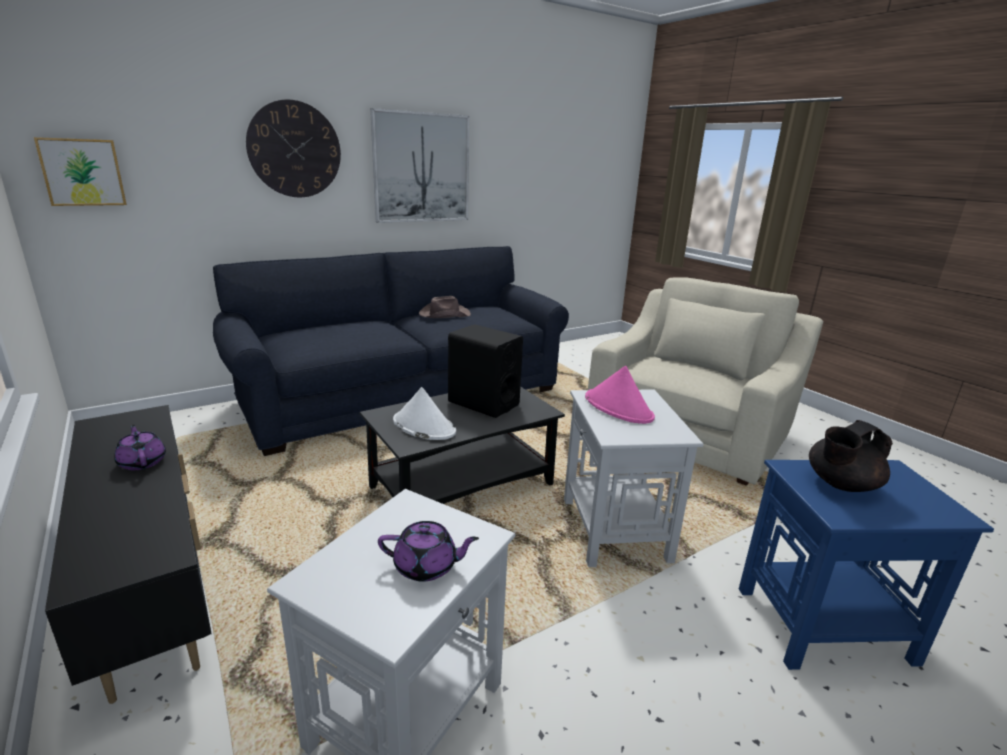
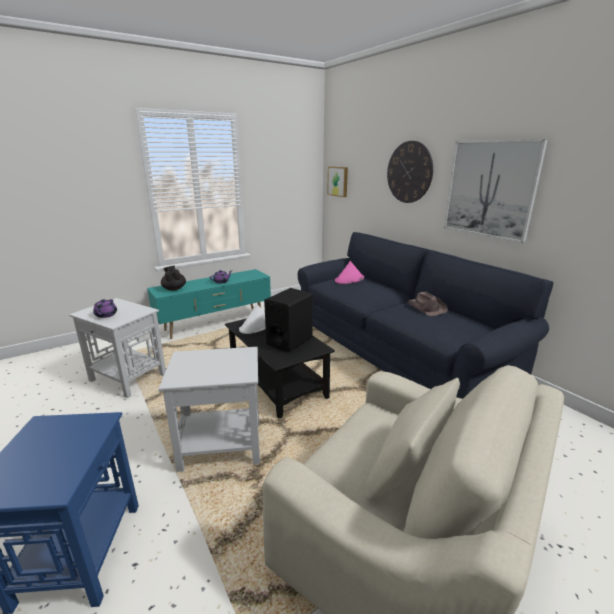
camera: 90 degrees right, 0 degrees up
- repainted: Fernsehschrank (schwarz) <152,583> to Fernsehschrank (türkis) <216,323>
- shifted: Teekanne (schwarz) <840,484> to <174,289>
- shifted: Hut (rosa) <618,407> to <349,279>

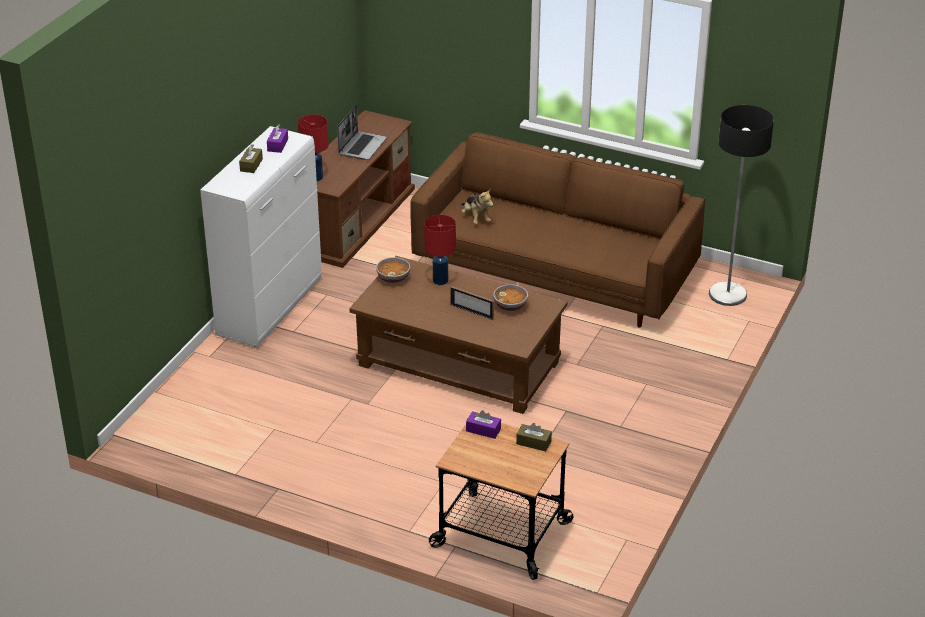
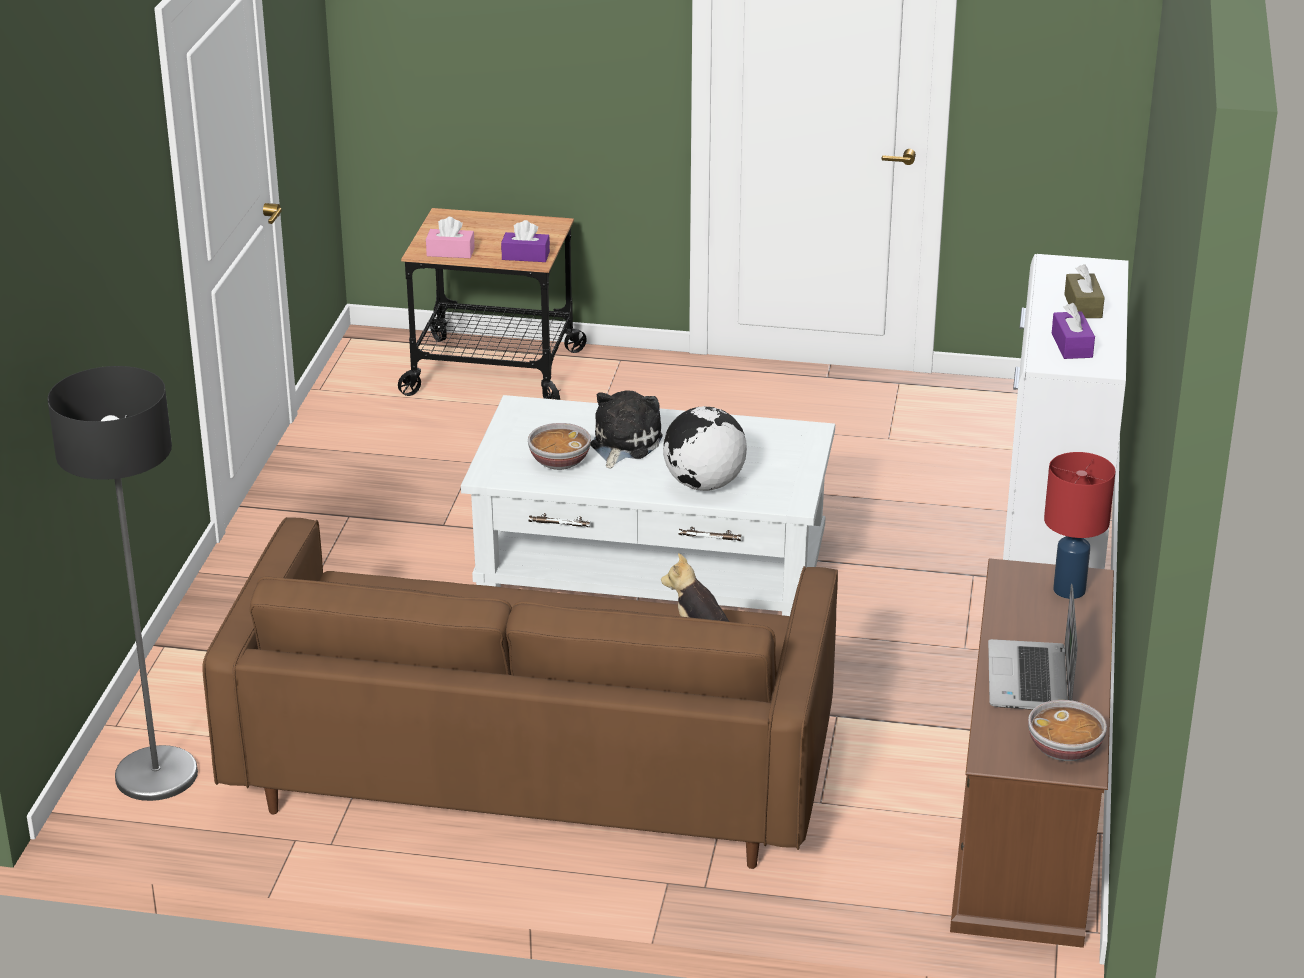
camera: 165 degrees right, 5 degrees down
- repainted: Taschentuchbox (braun) <533,443> to Taschentuchbox (rosa) <450,252>
- repainted: Couchtisch (braun) <459,364> to Couchtisch (weiß) <650,566>
- swapped: Bilderrahmen <471,312> to Plüschtier <623,444>
- swapped: Tischlampe (rot) <441,280> to Globus <703,485>
- shifted: Schüssel <393,278> to <1065,750>

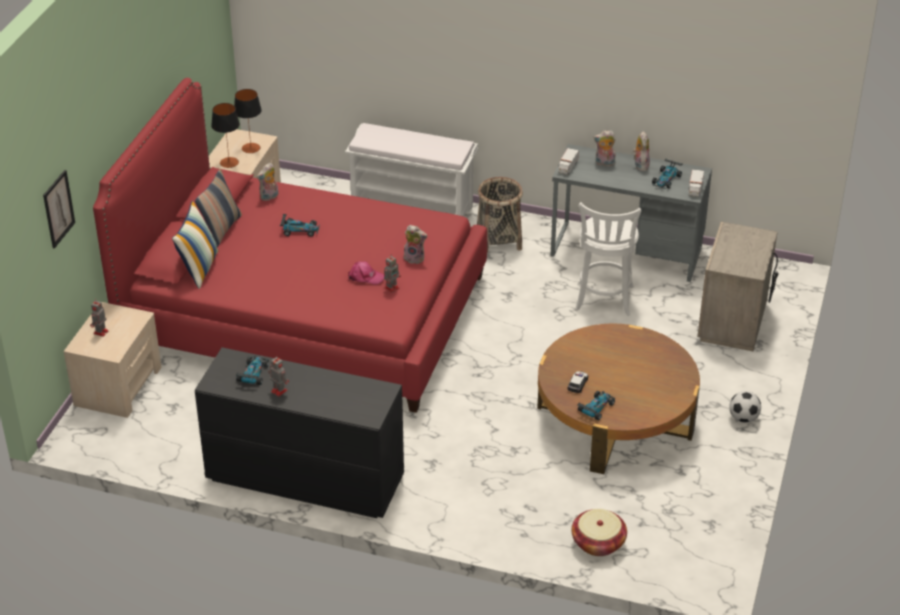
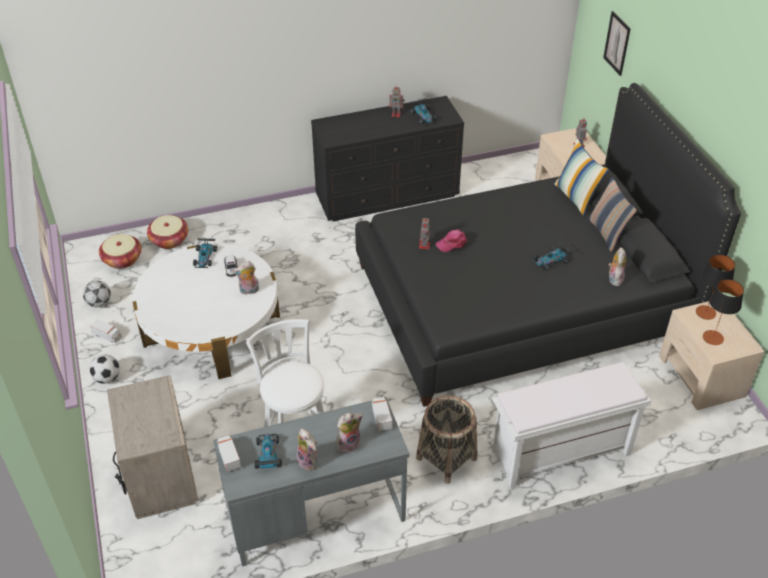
camera: 145 degrees right, 5 degrees up
- new: Fußball <99,303>
- new: Spielzeuglaster <107,335>
- new: Korb <122,259>
- repainted: Couchtisch (braun) <615,420> to Couchtisch (weiß) <211,328>
- shifted: Plüschtier <415,258> to <249,291>
- repainted: Bett (rot) <304,312> to Bett (schwarz) <522,299>

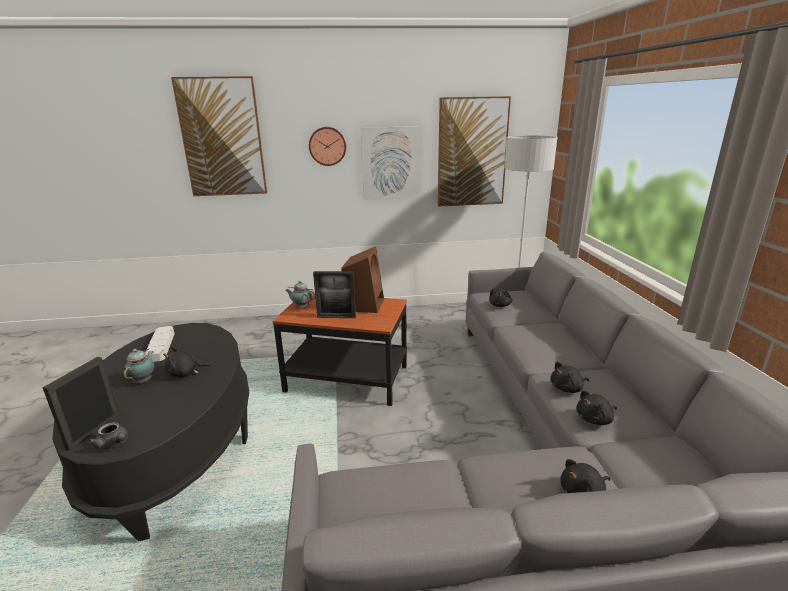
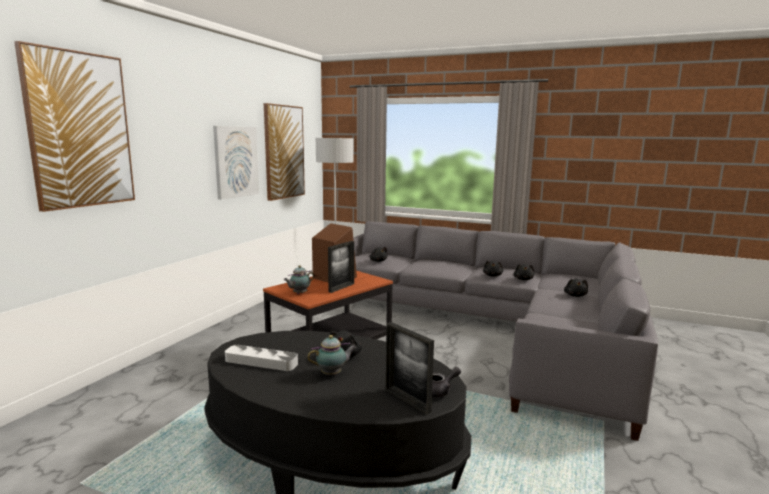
camera: 60 degrees left, 10 degrees down
- rotated: Teekanne <144,380> = <332,374> 120 degrees clockwise
- gone: Wanduhr <327,146>

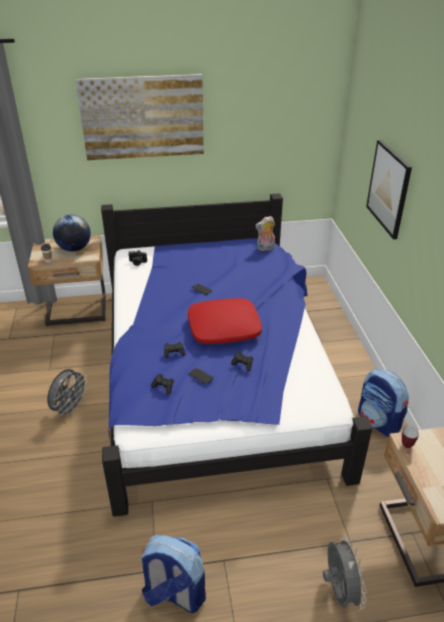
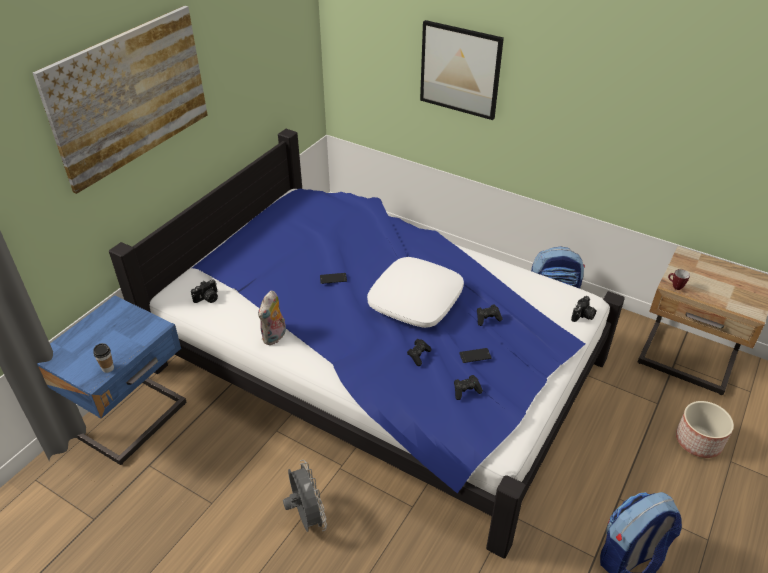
camera: 50 degrees left, 5 degrees up
- repainted: Nachttisch (beige) <77,312> to Nachttisch (blau) <133,419>
- shifted: Plüschtier <265,248> to <275,337>
- repainted: Kissen (rot) <224,328> to Kissen (weiß) <415,300>
- new: Kamera <583,316>
- swapped: Ventilator (grau) <338,590> to Pflanzkübel <697,441>
- gone: Globus <74,249>

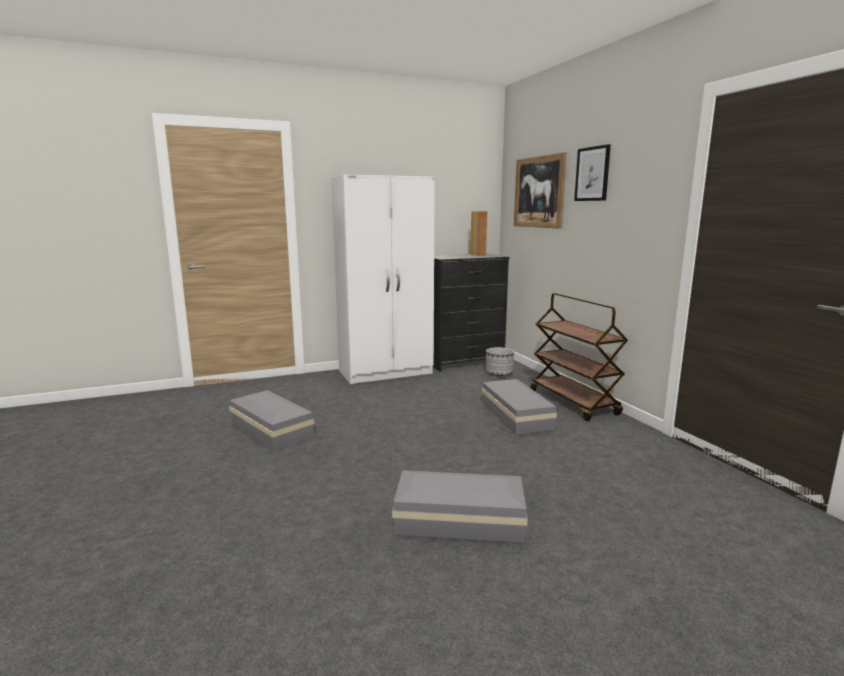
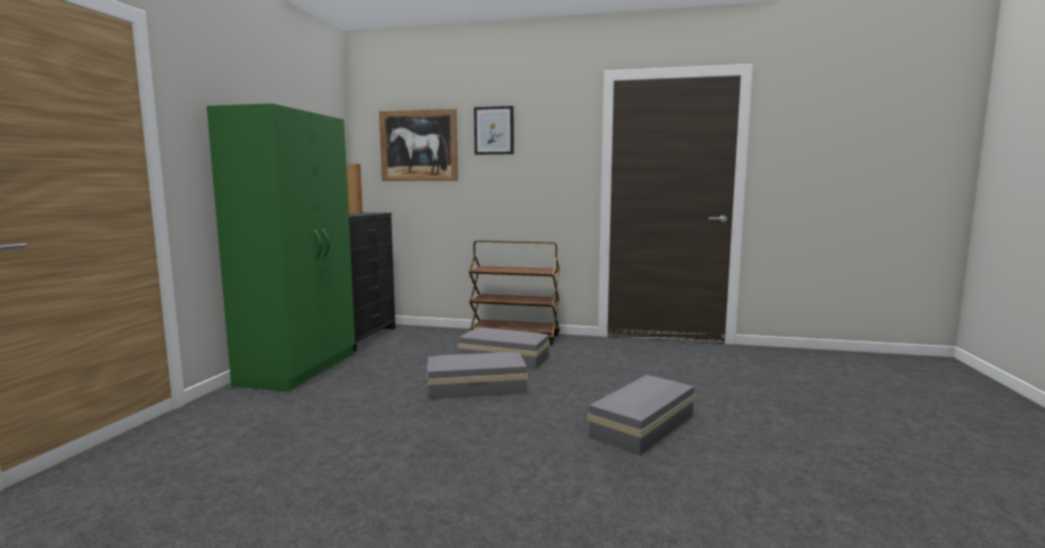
camera: 55 degrees left, 5 degrees down
- repainted: Kleiderschrank (weiß) <386,372> to Kleiderschrank (grün) <300,369>
- shifted: Aufbewahrungsbox (grau) <271,428> to <474,387>
- gone: Pflanzkübel <499,373>

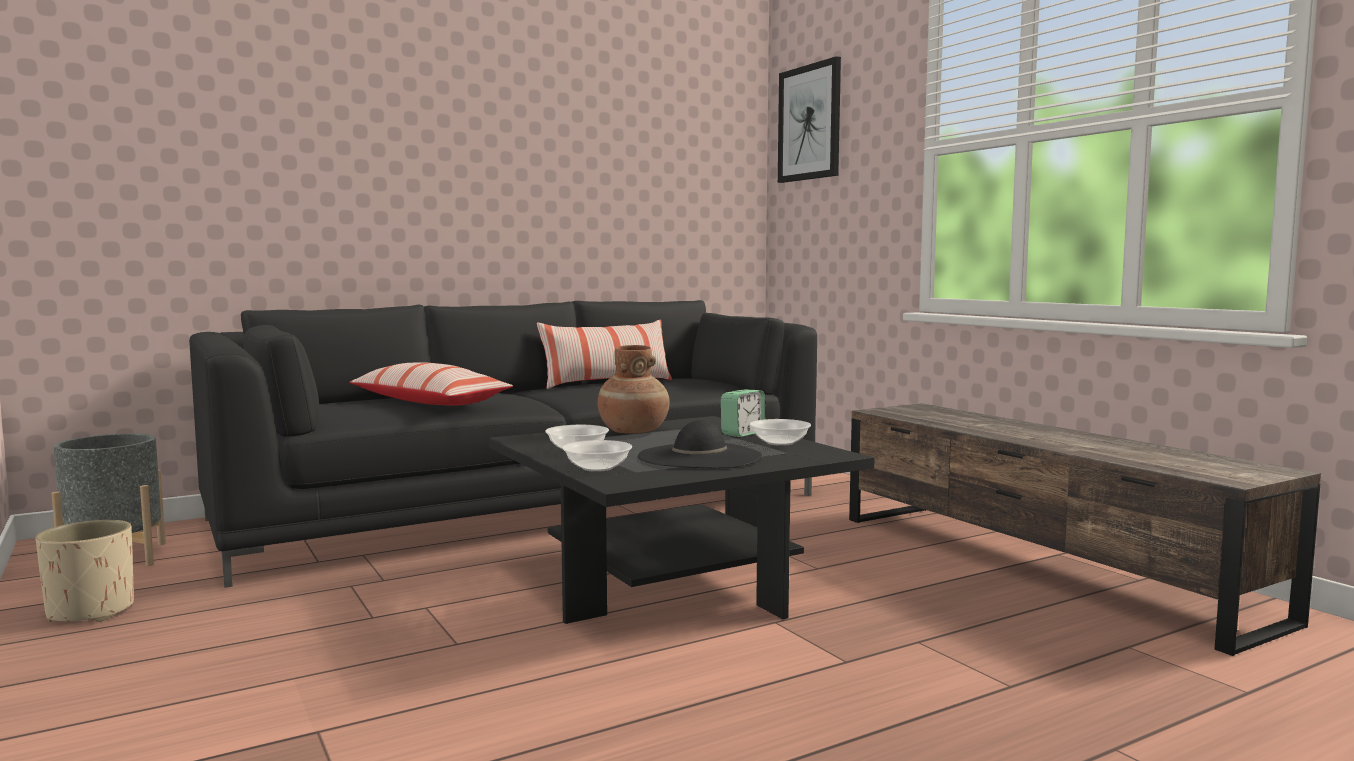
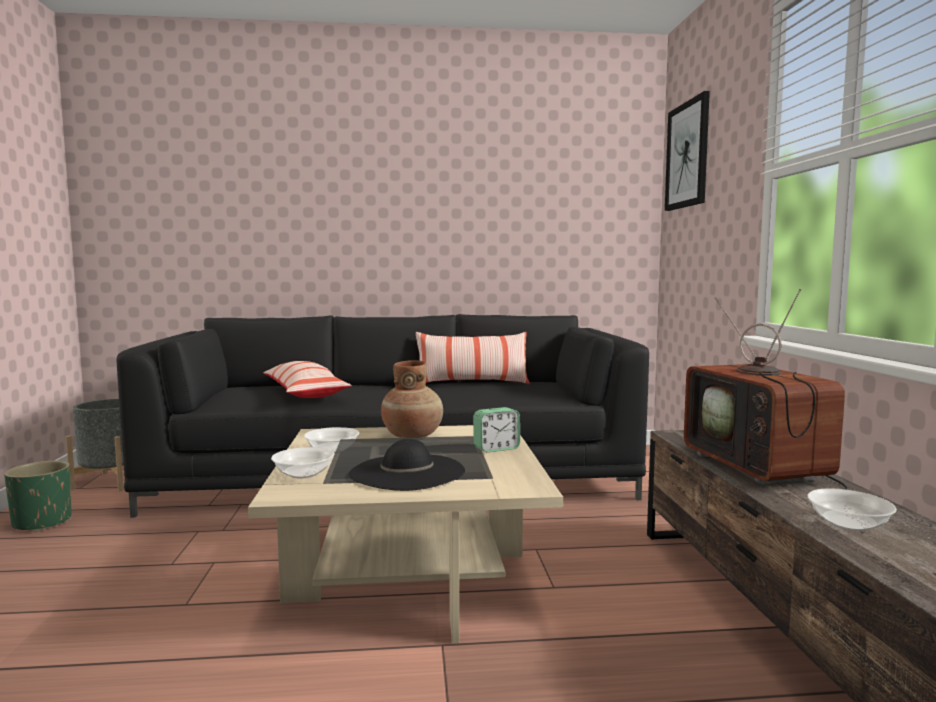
camera: 25 degrees right, 0 degrees up
- repainted: Pflanzkübel (beige) <90,612> to Pflanzkübel (grün) <42,523>
- repainted: Couchtisch (schwarz) <671,583> to Couchtisch (beige) <410,576>
- new: Fernseher <762,469>
- shifted: Schüssel <780,442> to <849,524>

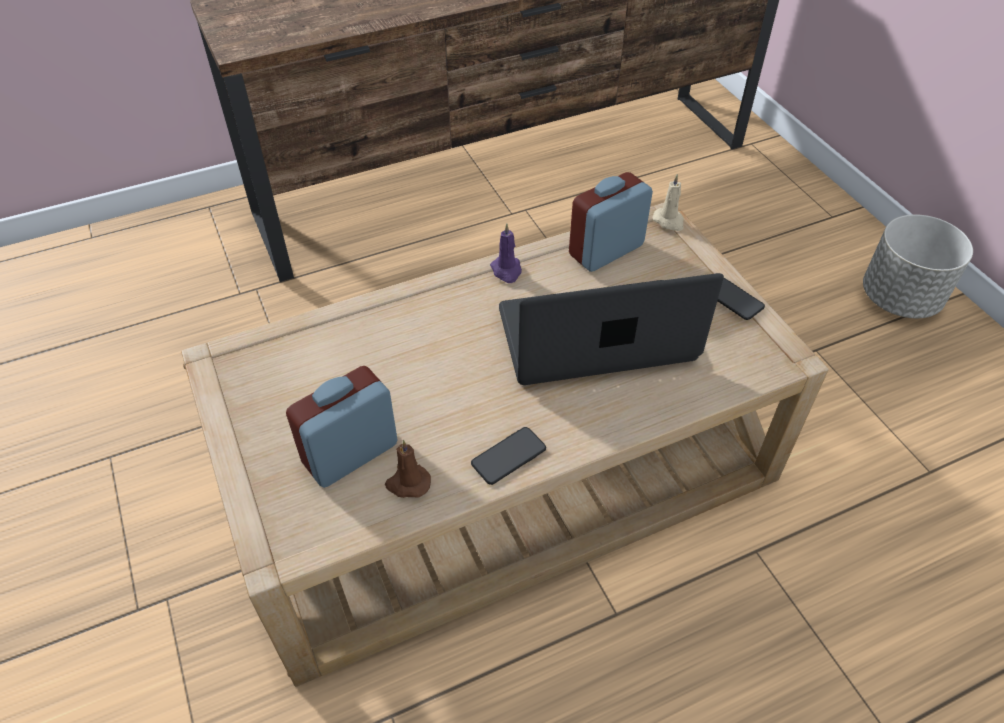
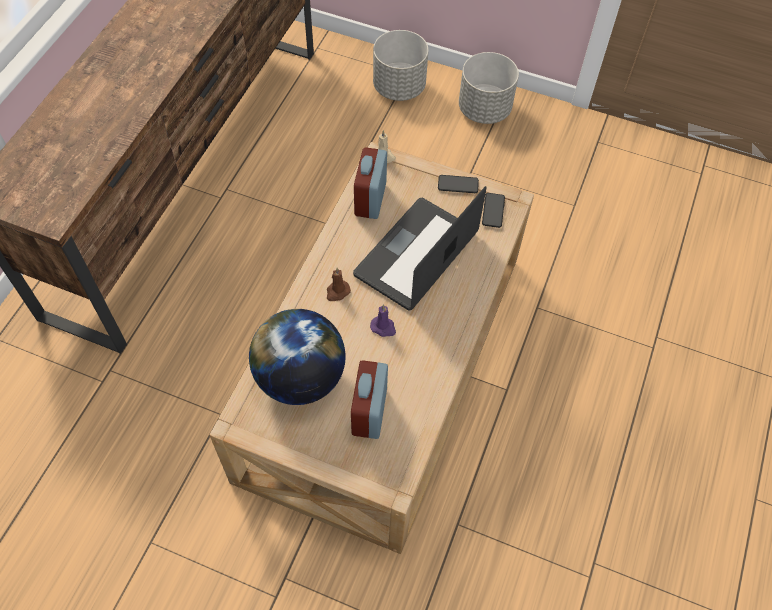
camera: 45 degrees left, 10 degrees up
- new: Globus <300,377>
- shifted: Kerze (braun) <408,483> to <337,292>
- shifted: Kerze (lila) <507,271> to <383,327>
- new: Pflanzkübel (grau) <398,87>
- shifted: Handy <508,456> to <493,210>

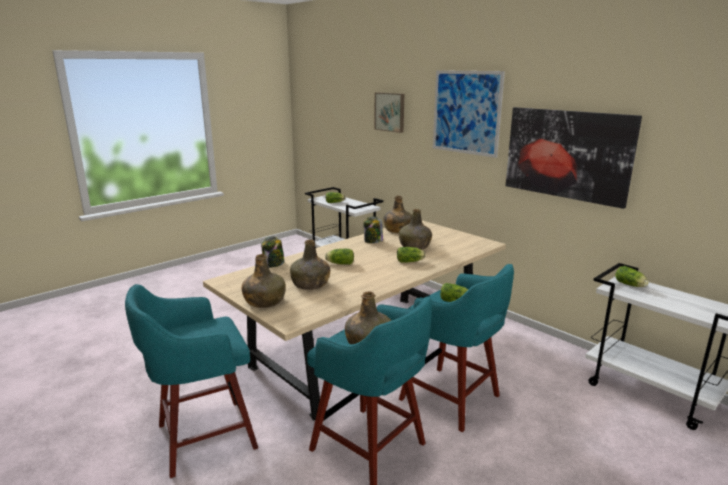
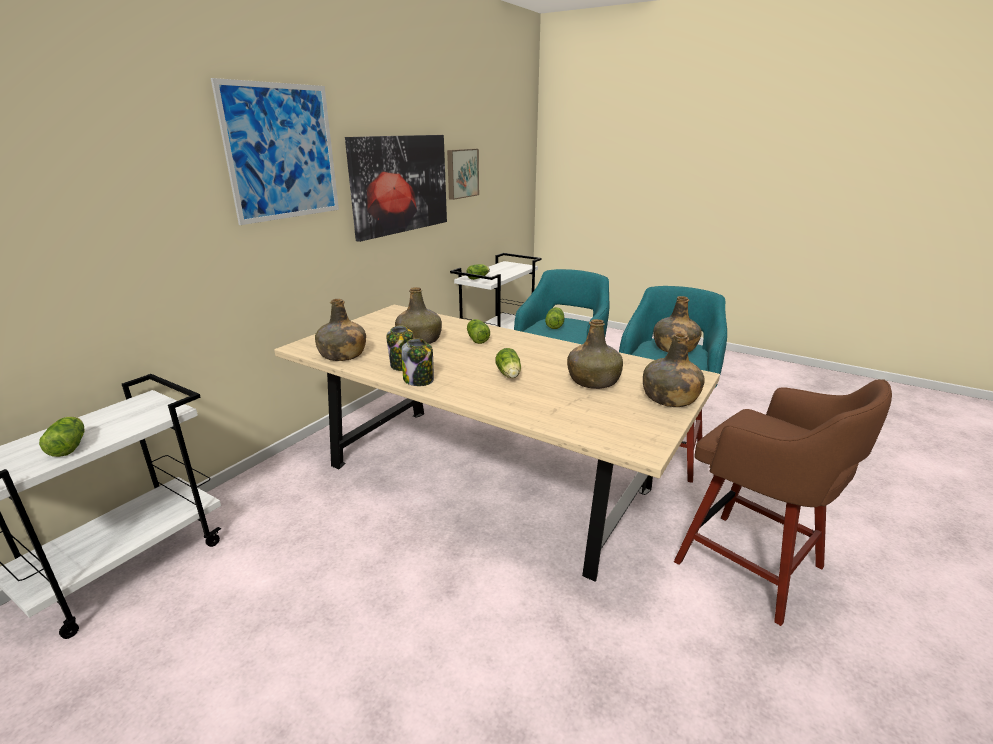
camera: 105 degrees left, 5 degrees up
- shifted: Vorratsglas <273,264> to <419,380>
- shifted: Bild <390,112> to <461,173>
- repainted: Hocker (türkis) <202,437> to Hocker (braun) <753,567>

